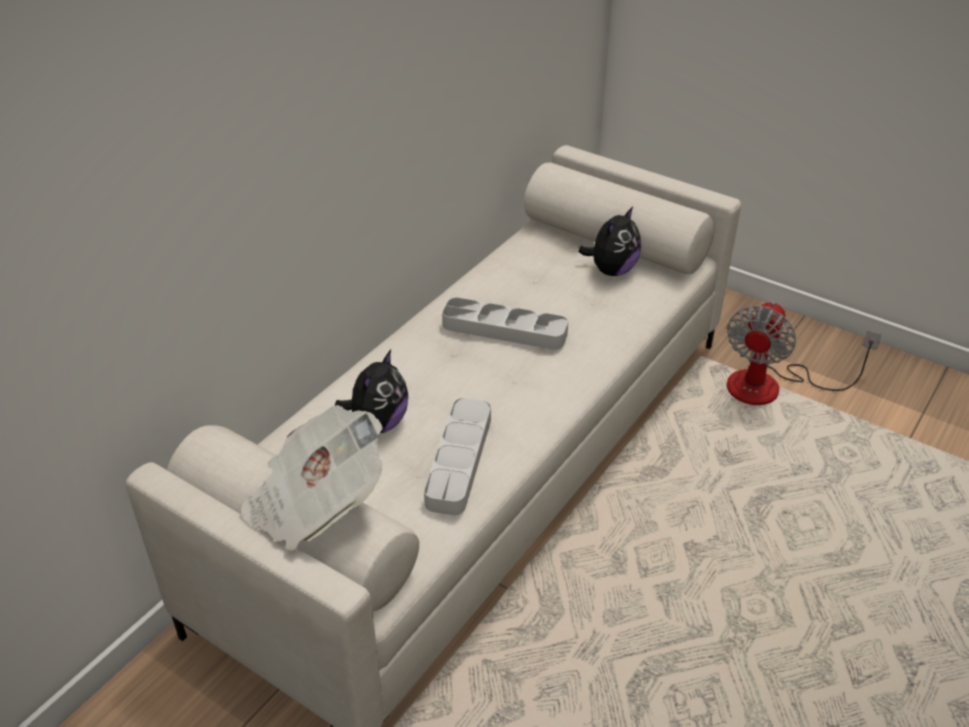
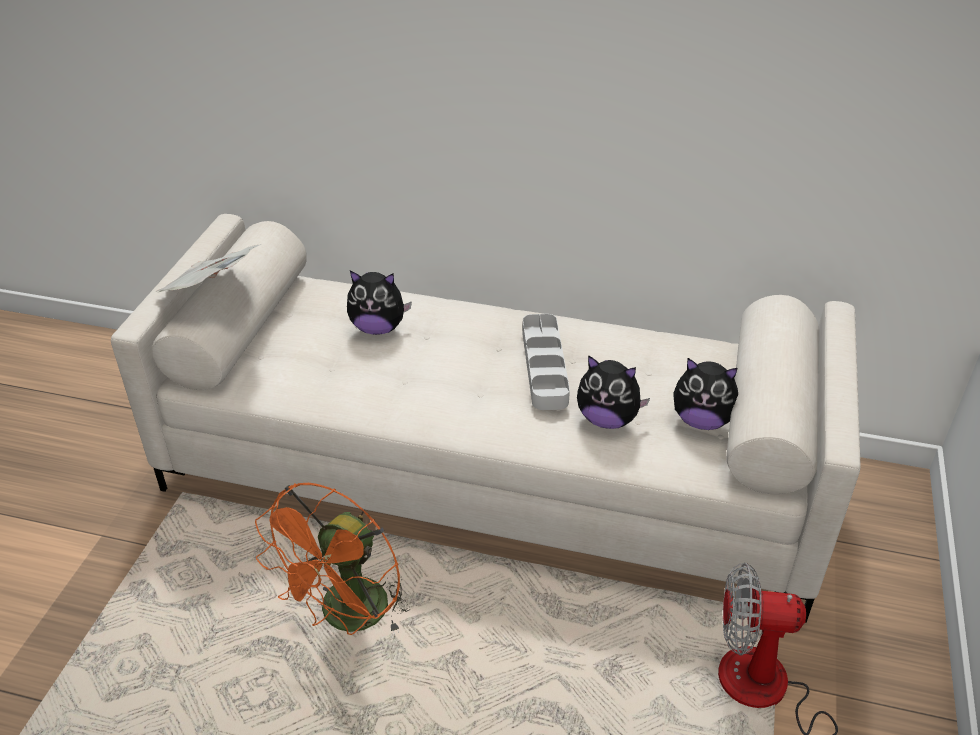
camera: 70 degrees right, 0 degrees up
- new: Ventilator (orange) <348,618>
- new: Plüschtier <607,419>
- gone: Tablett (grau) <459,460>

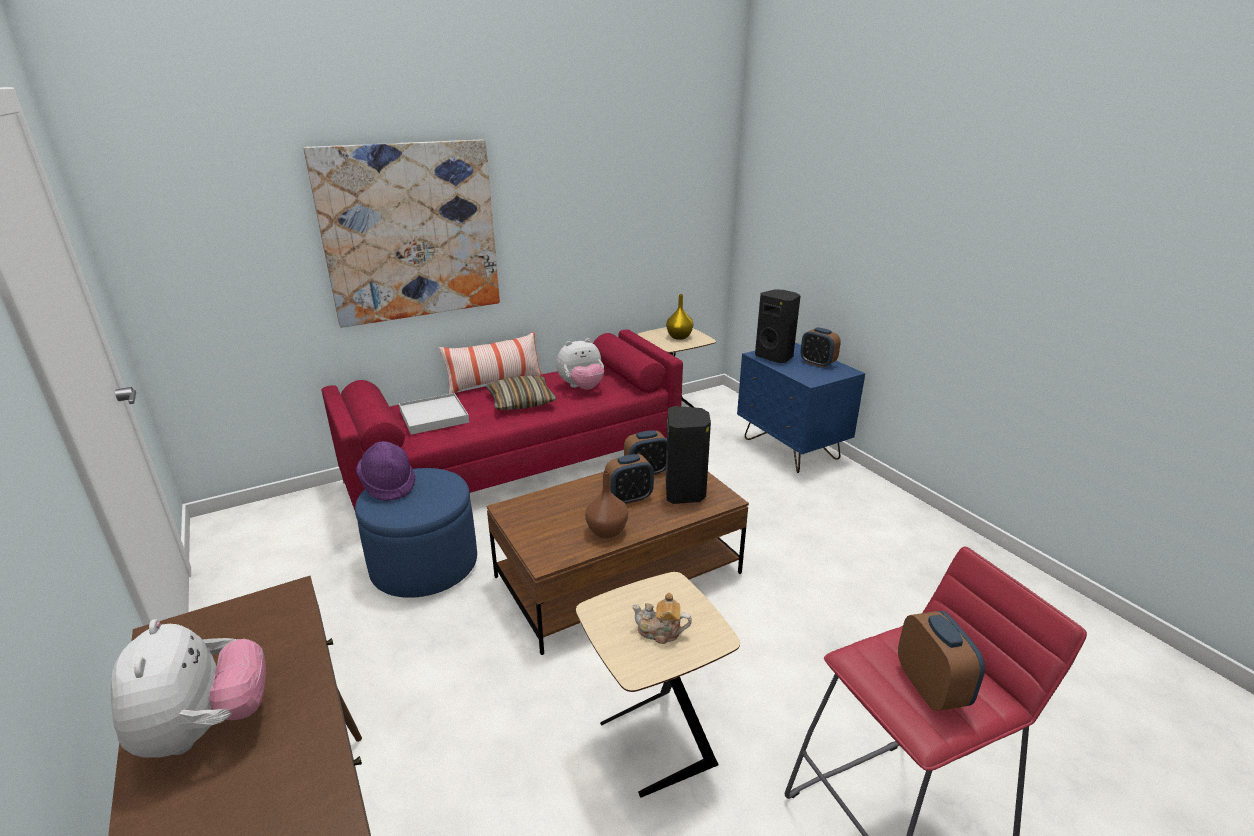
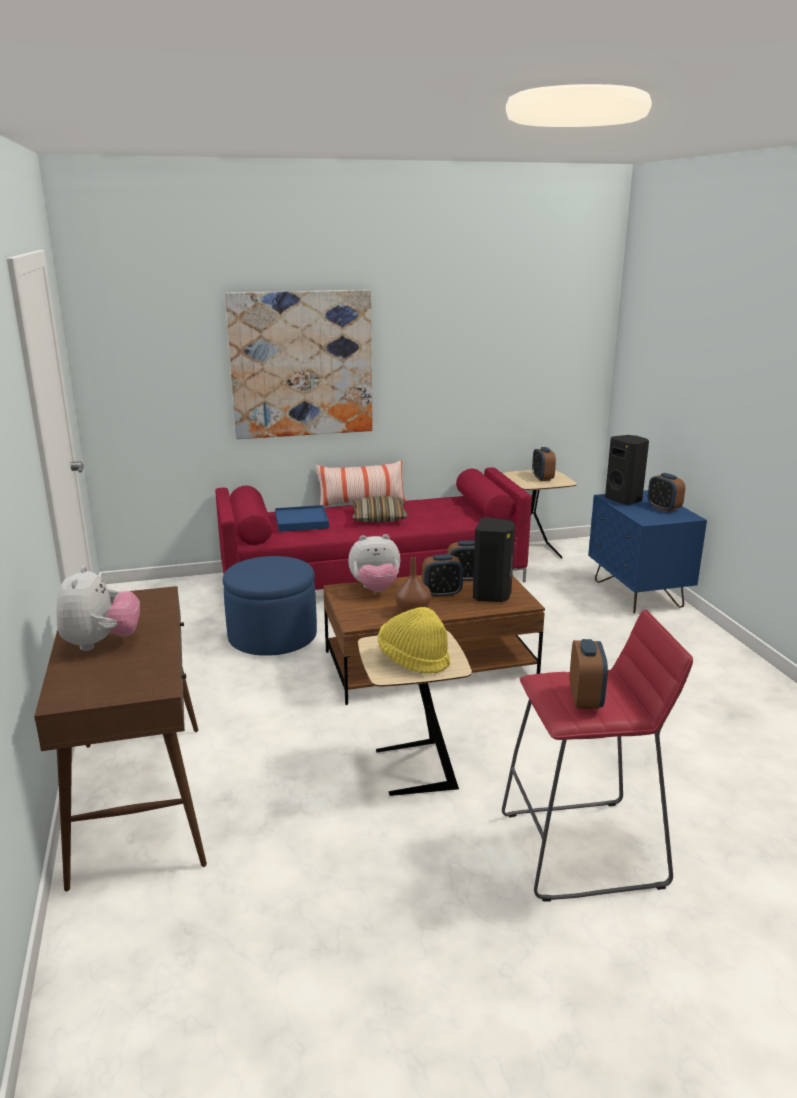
camera: 15 degrees right, 5 degrees down
- repainted: Tablett (weiß) <434,416> to Tablett (blau) <301,521>
- shifted: Plüschtier <582,387> to <375,589>
- swapped: Teekanne <660,632> to Hut (gelb) <413,659>
- swapped: Vase (gelb) <679,337> to Wecker <542,478>
- gone: Hut (lila) <388,485>

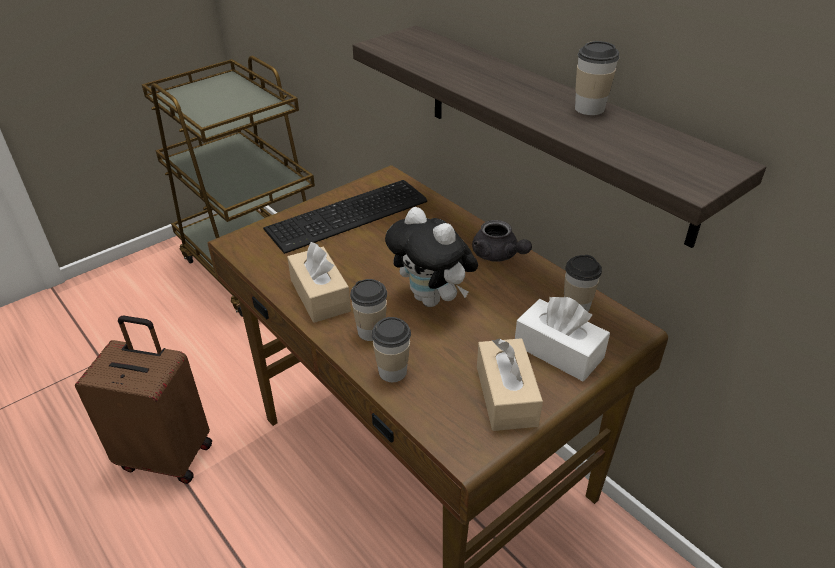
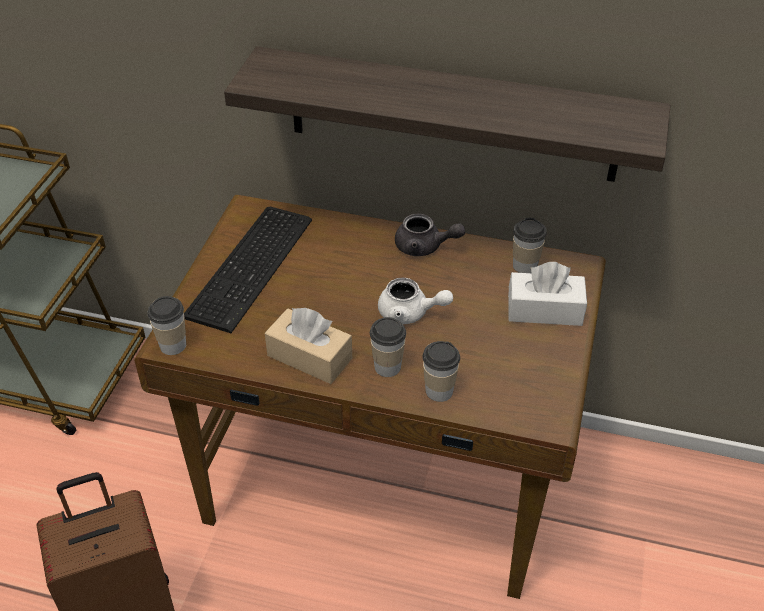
camera: 35 degrees left, 5 degrees up
- shifted: Tasse <589,108> to <173,345>
- swapped: Plüschtier <433,299> to Teekanne (weiß) <410,313>
- gone: Taschentuchbox (beige) <506,395>

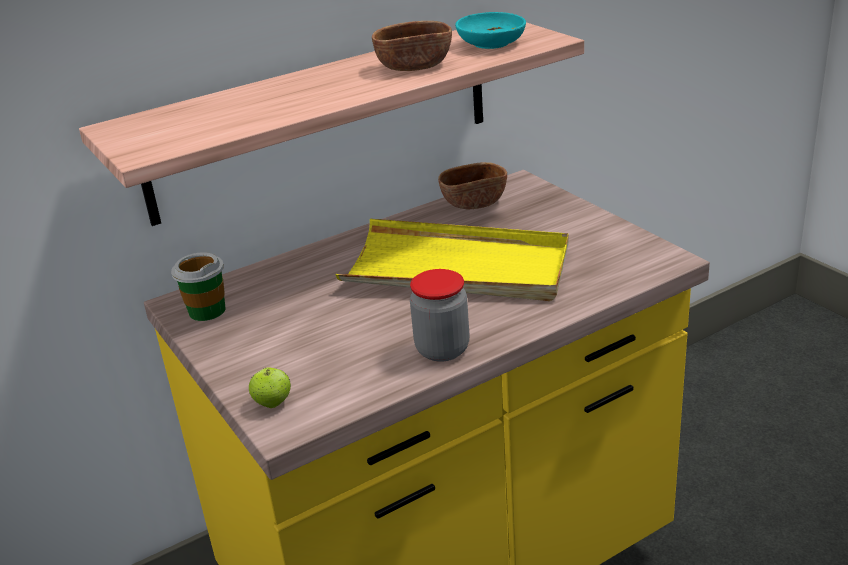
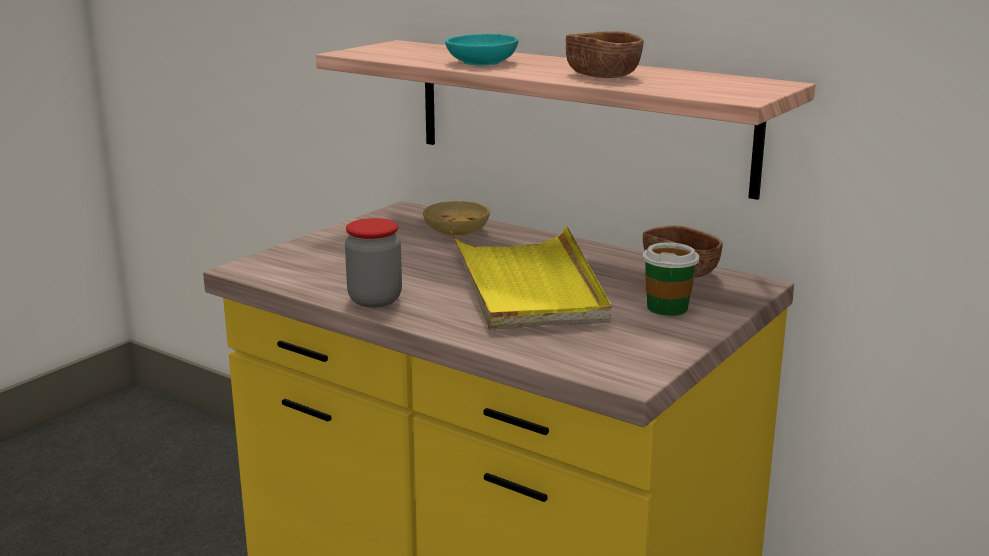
camera: 65 degrees right, 10 degrees down
- new: Schüssel (beige) <457,231>
- shifted: Schüssel (türkis) <492,43> to <482,62>
- shifted: Tasse <207,311> to <667,308>
- gone: Apfel <273,403>

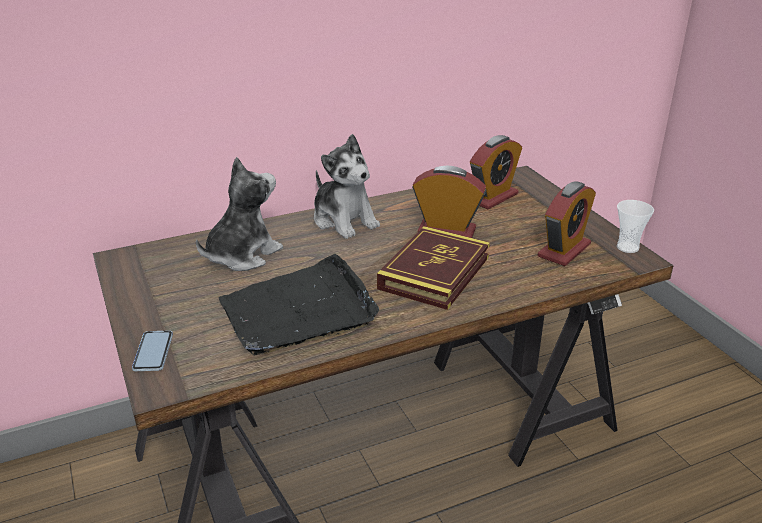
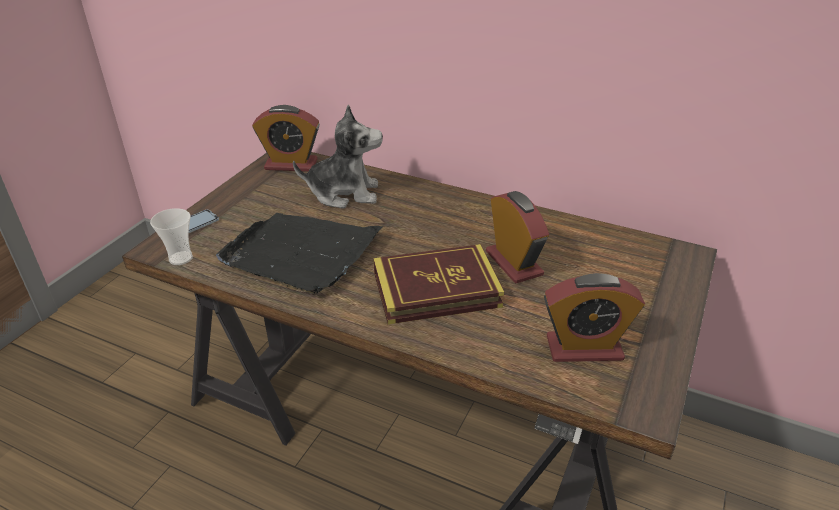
camera: 50 degrees right, 5 degrees up
- shifted: Tasse <627,247> to <181,258>
- shifted: Wecker <492,197> to <291,164>
- gone: Plüschtier <344,220>

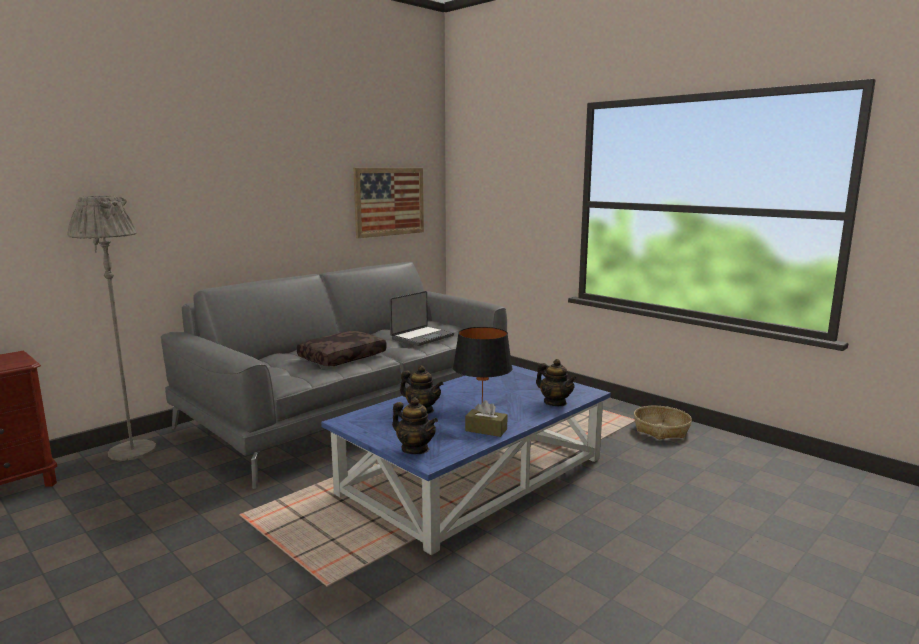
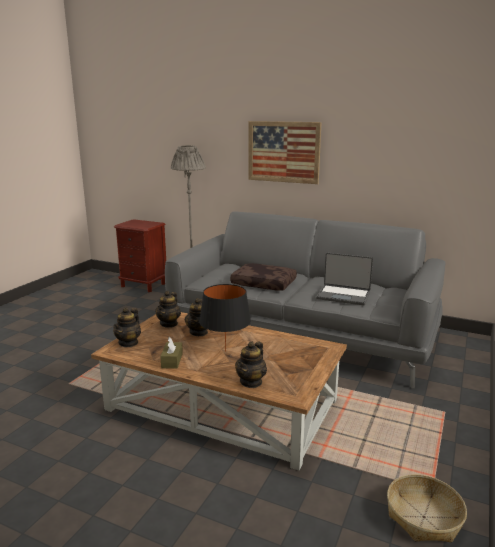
camera: 70 degrees right, 5 degrees up
- repainted: Couchtisch (blau) <474,475> to Couchtisch (braun) <224,404>
- new: Teekanne <169,324>
- shifted: Bild <389,201> to <283,152>

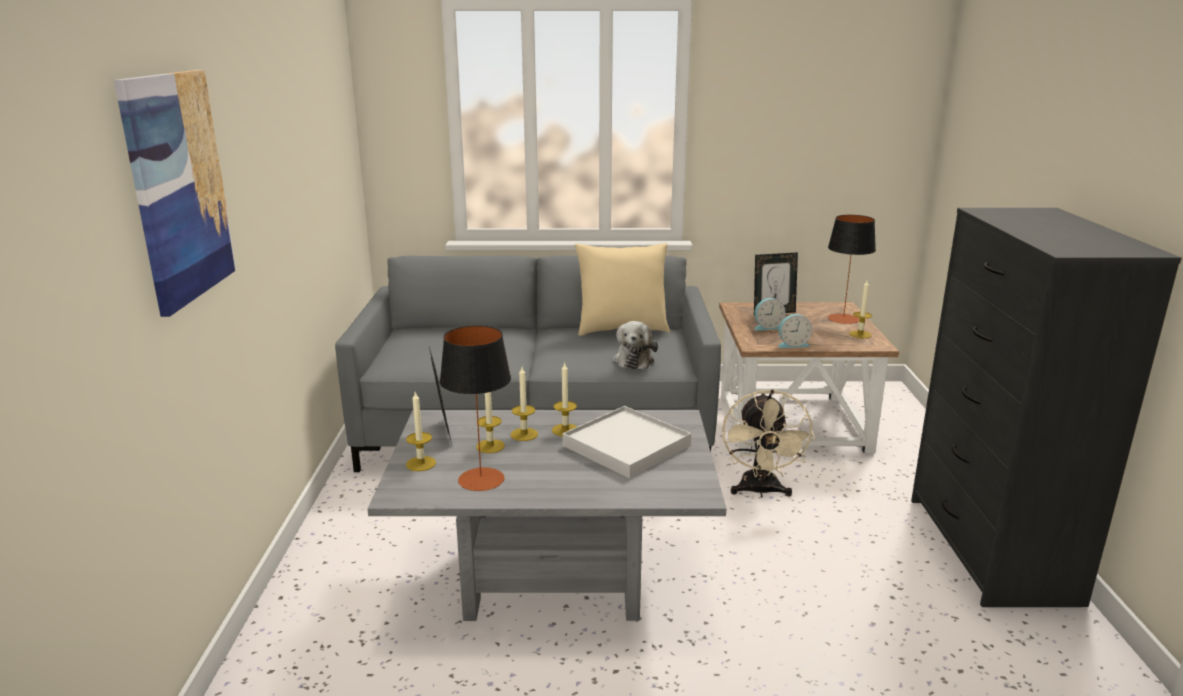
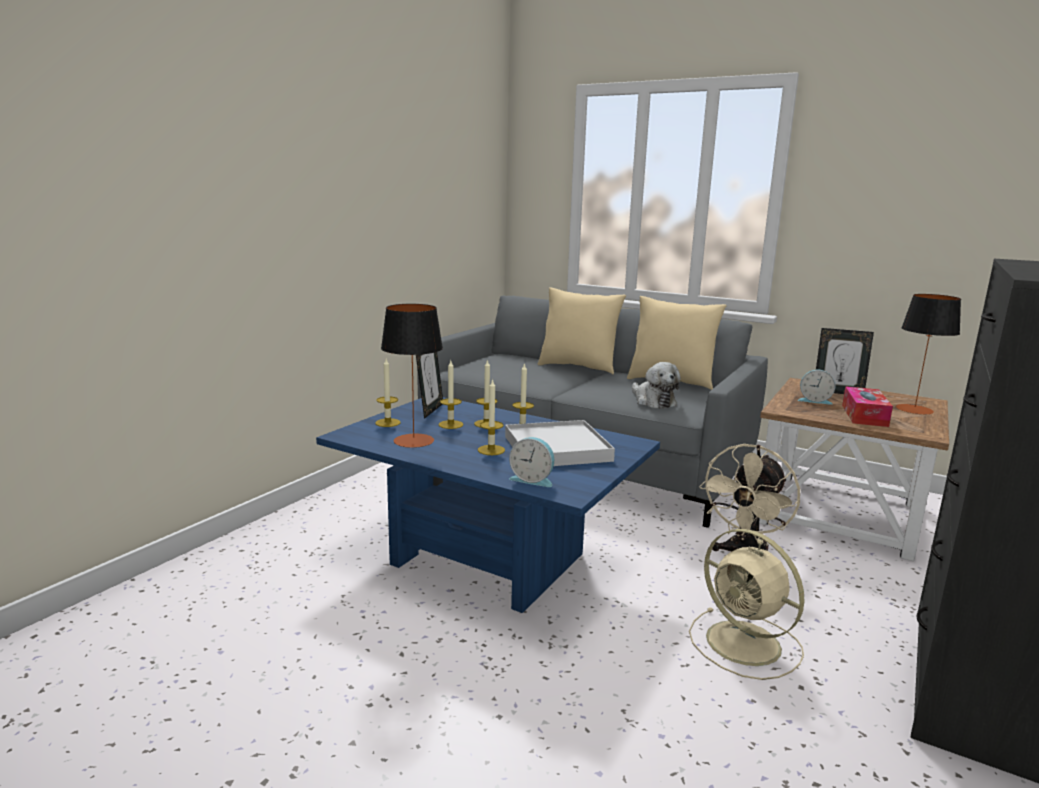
camera: 30 degrees right, 5 degrees down
- repainted: Couchtisch (grau) <554,576> to Couchtisch (blau) <488,559>
- shifted: Kerze <860,334> to <491,450>
- shifted: Wecker <792,344> to <532,479>
- new: Kissen (beige) <578,367>
- rotated: Plüschtier <634,360> = <653,401> 60 degrees counterclockwise
- new: Ventilator (beige) <746,644>
- new: Taschentuchbox <864,415>
- gone: Bild <178,188>

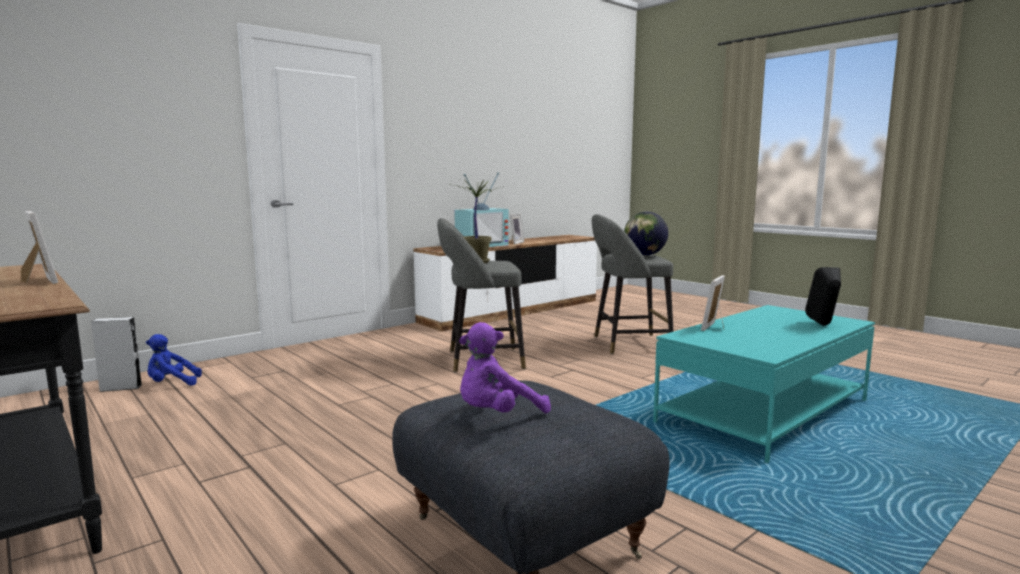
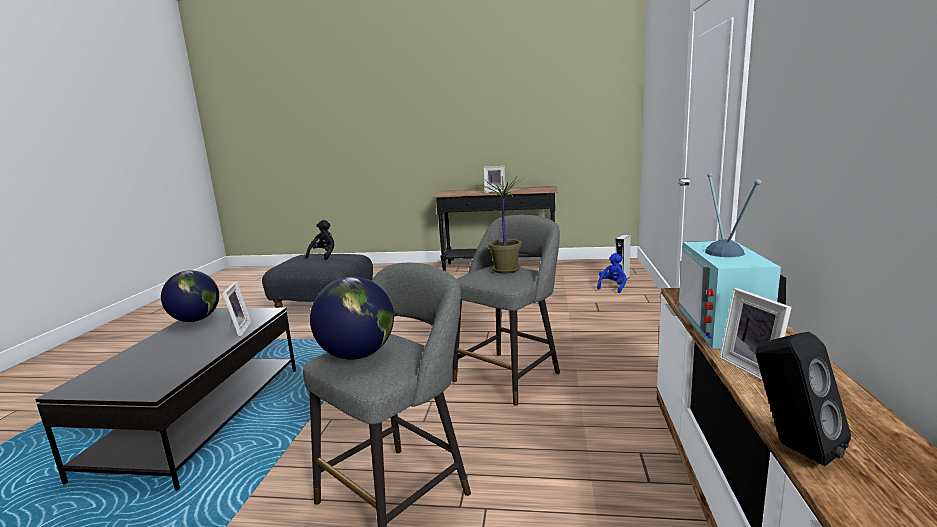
camera: 140 degrees right, 5 degrees up
- repainted: Couchtisch (türkis) <764,412> to Couchtisch (schwarz) <199,418>
- new: Globus <196,320>
- repainted: Plüschtier (lila) <497,415> to Plüschtier (schwarz) <324,255>
- shifted: Lautsprecher (schwarz) <823,325> to <792,447>

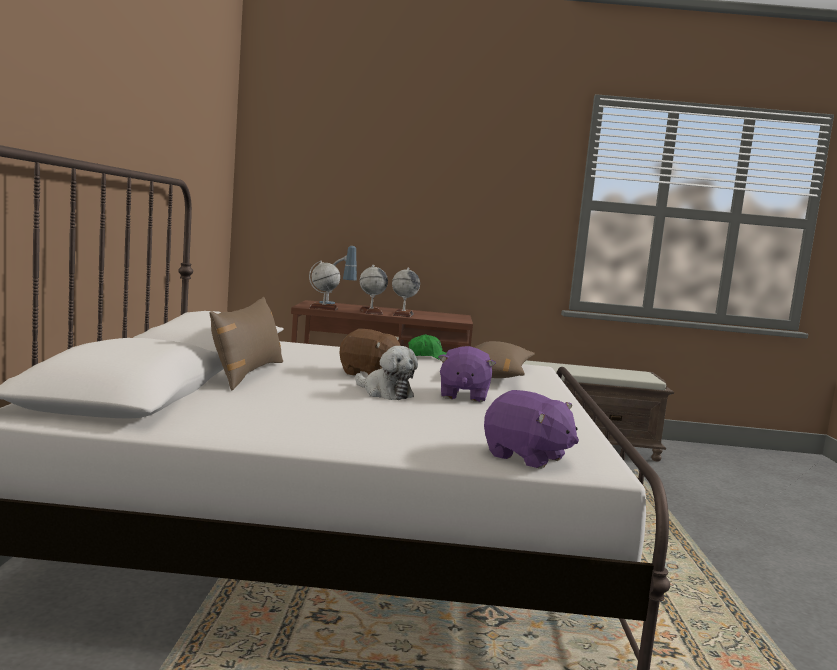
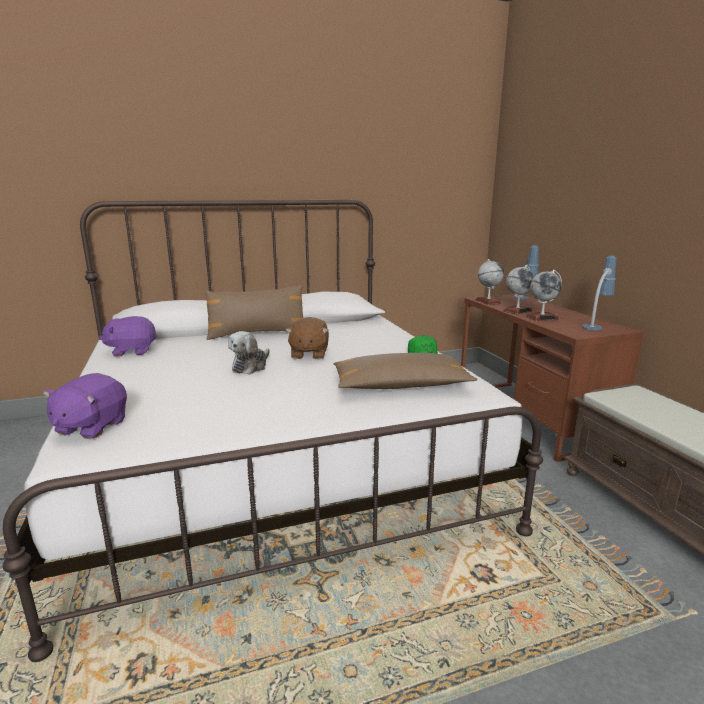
camera: 70 degrees right, 10 degrees up
- shifted: Plüschtier (lila) <463,395> to <132,351>
- new: Tischlampe <596,325>

